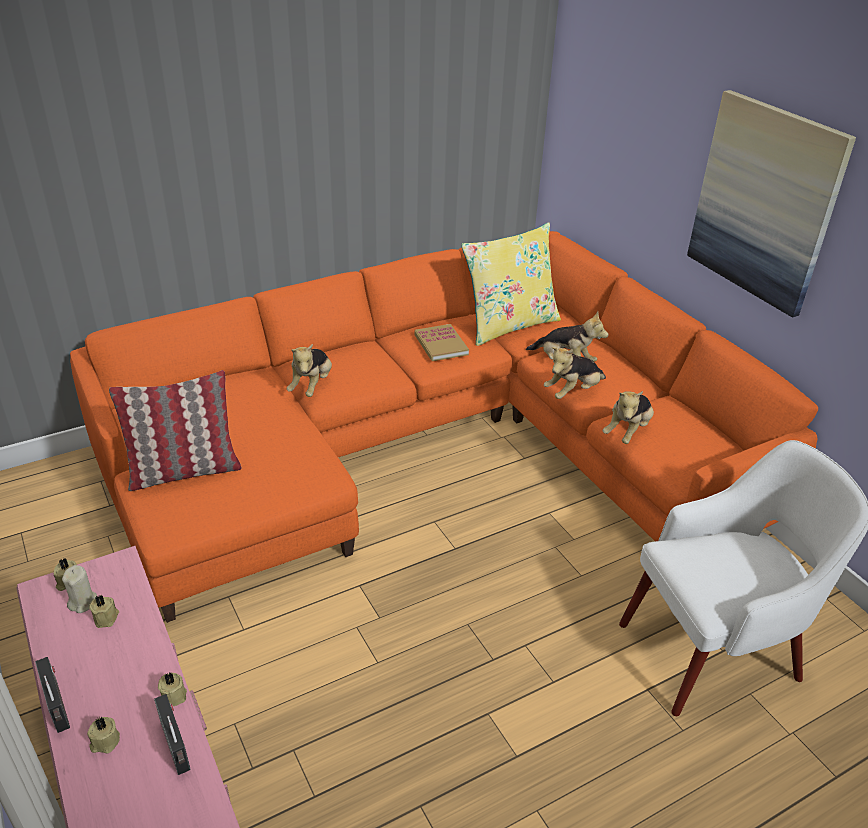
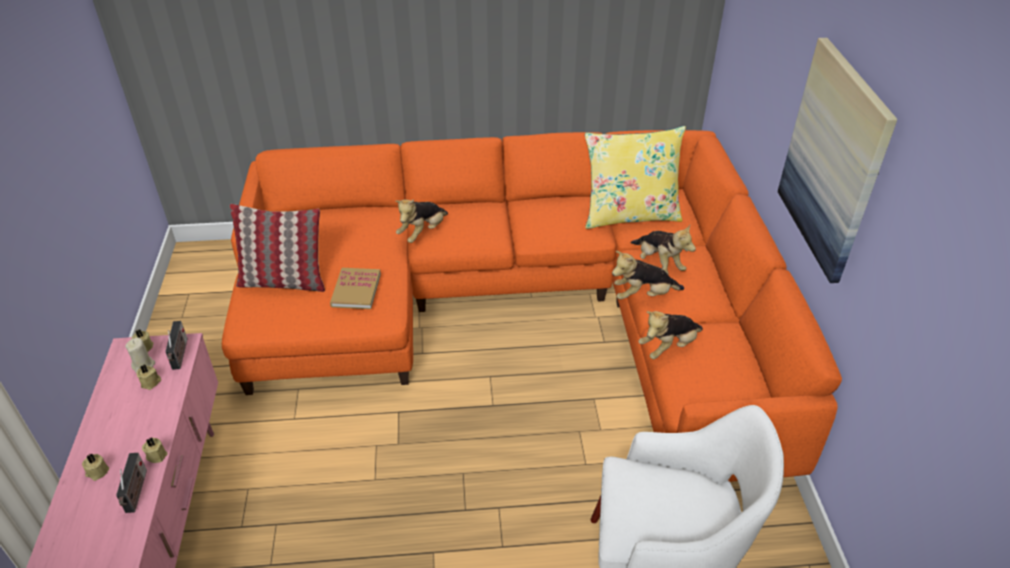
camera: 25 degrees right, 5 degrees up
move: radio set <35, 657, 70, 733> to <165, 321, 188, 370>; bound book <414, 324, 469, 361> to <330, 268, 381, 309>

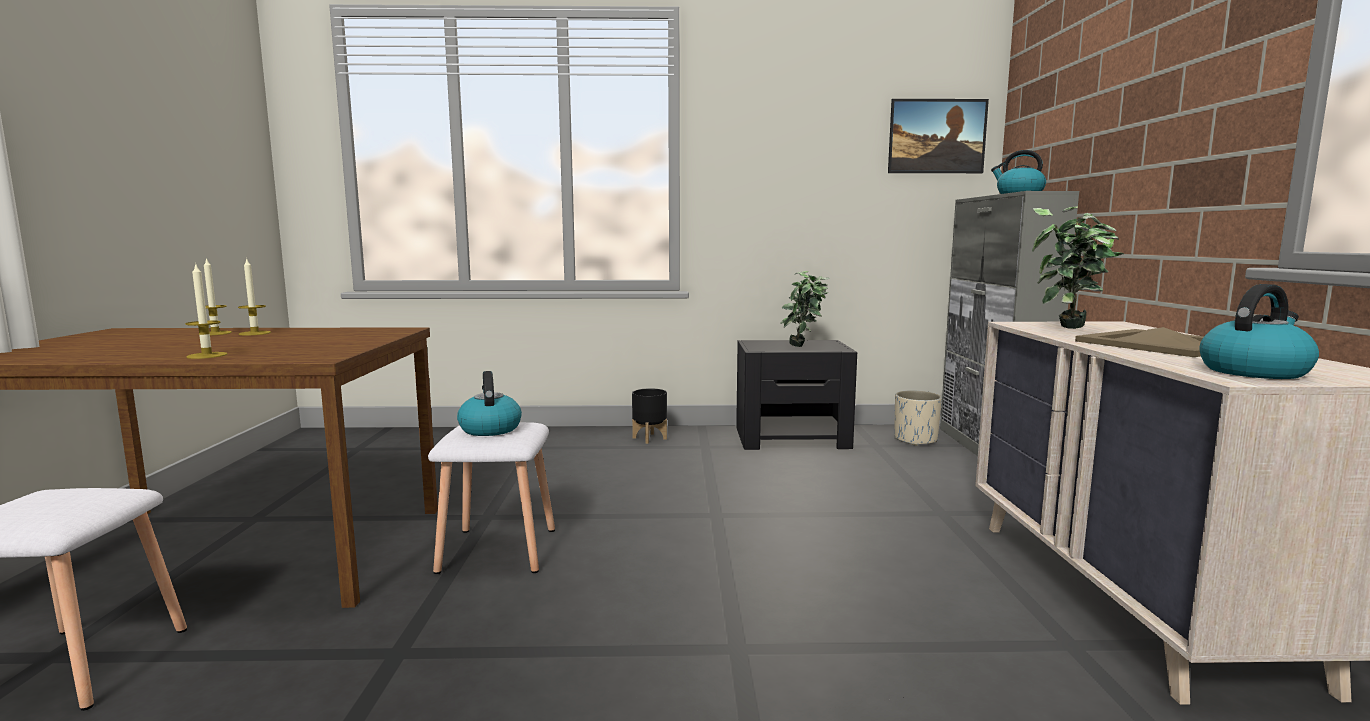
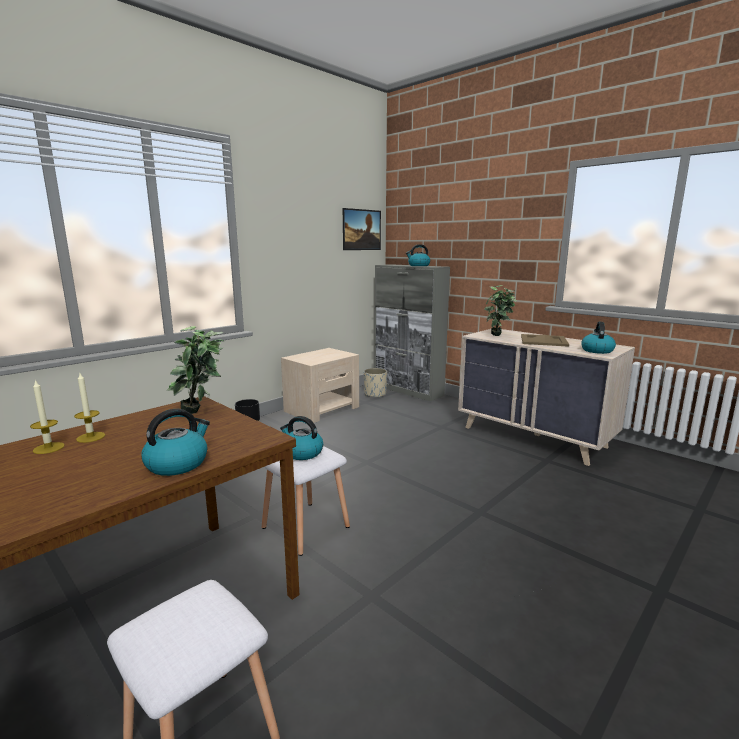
camera: 45 degrees left, 5 degrees up
move: houseplant <780, 271, 830, 347> to <167, 326, 224, 414>
replace: candle <185, 263, 228, 359> to tea kettle <141, 409, 210, 476>
recolor: nightstand/black-coloured <736, 340, 857, 450> to nightstand/beige <281, 348, 359, 423>

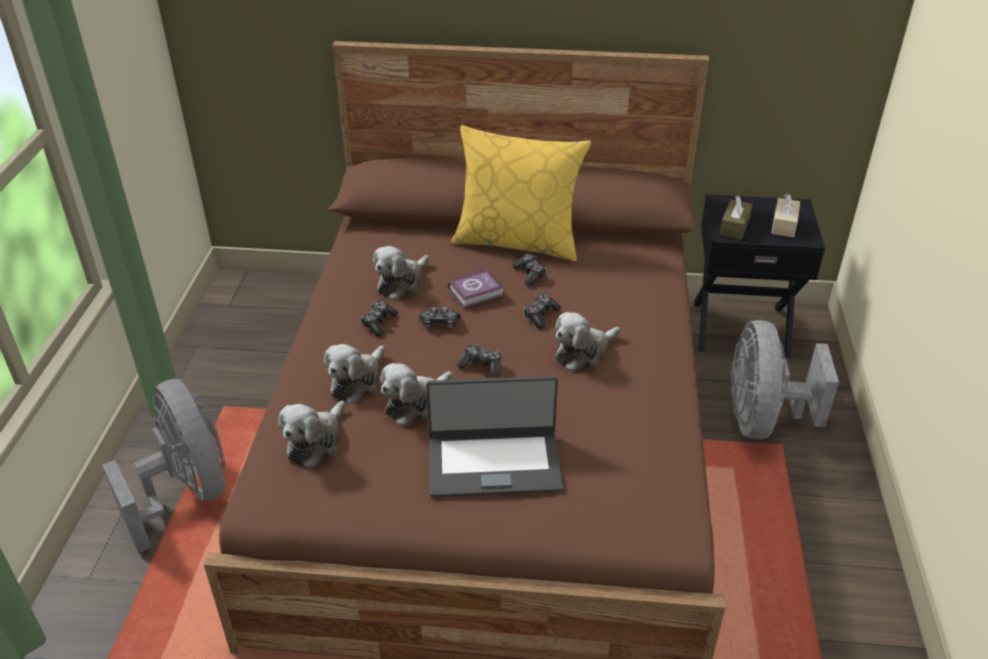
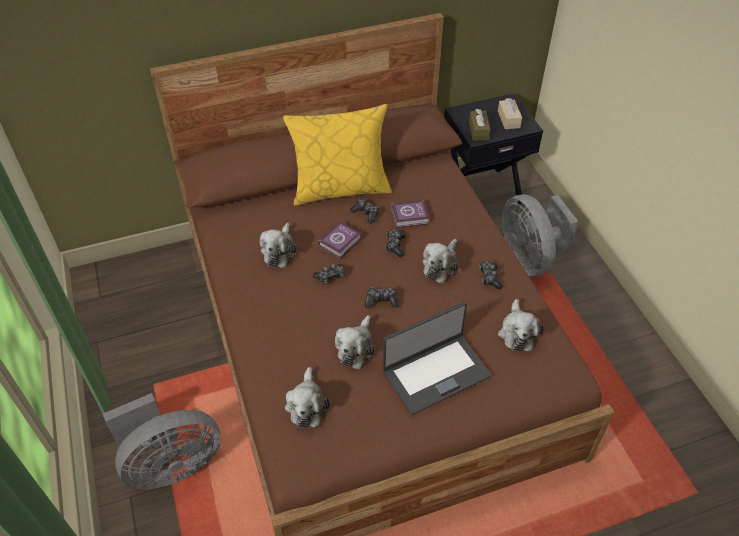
camera: 25 degrees left, 10 degrees up
insert: bound book <391, 199, 430, 228>
move: plush toy <324, 344, 385, 403> to <498, 299, 544, 351>; joypad <361, 301, 398, 336> to <479, 261, 502, 289>
rotate: fan/grey <102, 379, 226, 553> = <103, 393, 221, 489> 120 degrees clockwise

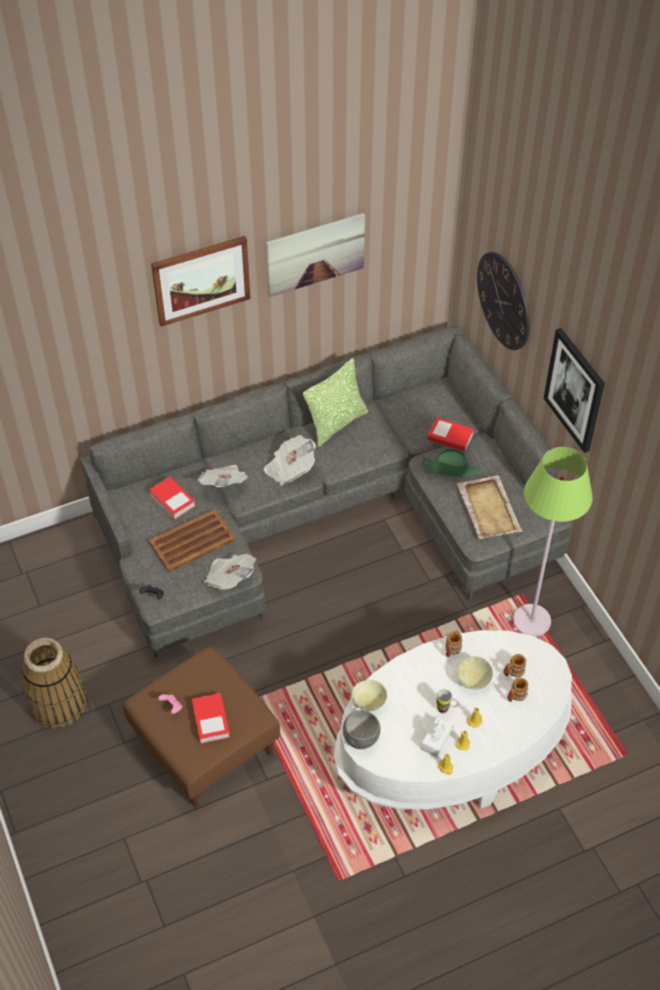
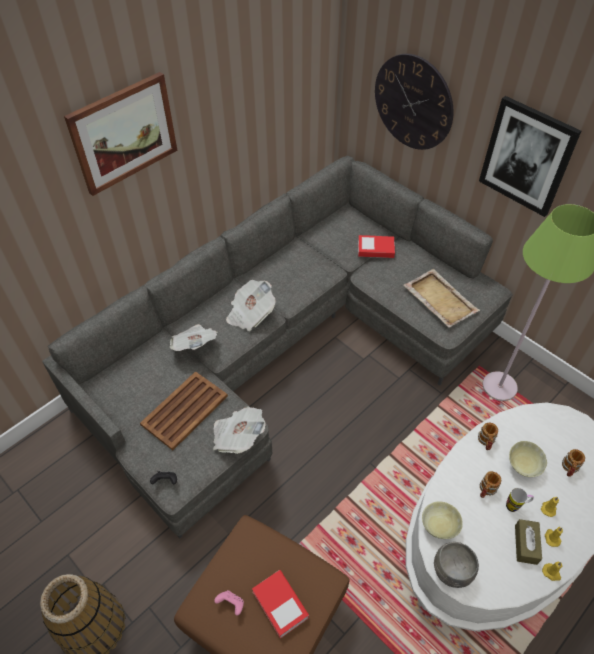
camera: 20 degrees left, 0 degrees up
delete: bound book <149, 477, 196, 520>; picture <266, 213, 365, 297>; pillow <303, 358, 368, 447>; hat/green-coloured <421, 449, 482, 477>
move: tea mug <503, 654, 526, 677> to <480, 471, 501, 498>
recolor: box of tissues/white-coloured <421, 716, 454, 758> to box of tissues/brown-coloured <515, 519, 542, 565>

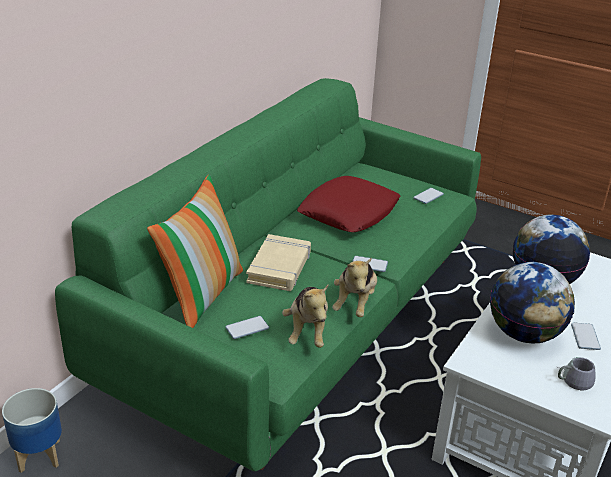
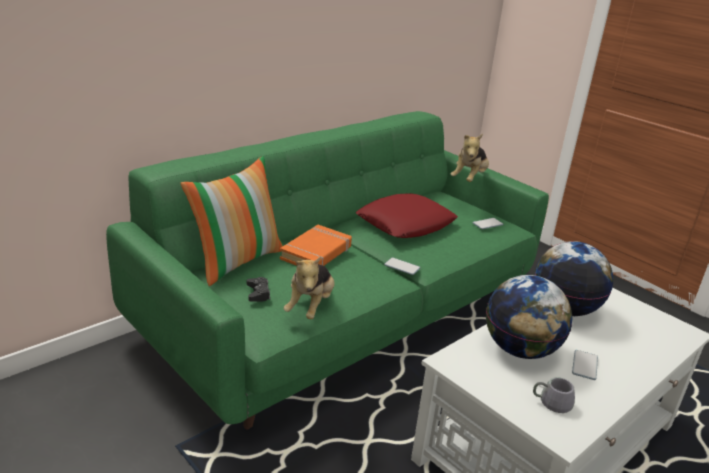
camera: 15 degrees right, 5 degrees down
delete: flower pot <2, 388, 62, 473>
move: plush toy <332, 258, 377, 317> to <450, 134, 489, 182>
replace: handset <225, 316, 269, 339> to joypad/black-coloured <247, 277, 270, 302>
recolor: bound book/beige <246, 234, 311, 291> to bound book/orange-coloured <280, 225, 352, 266>

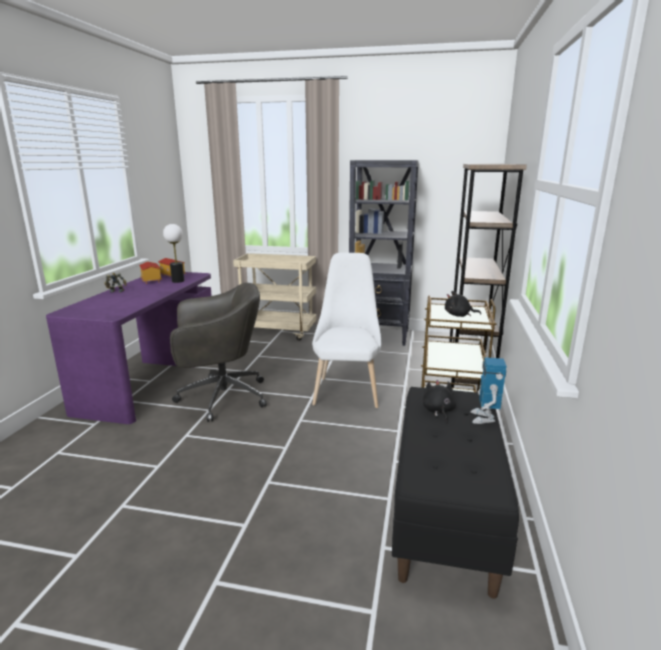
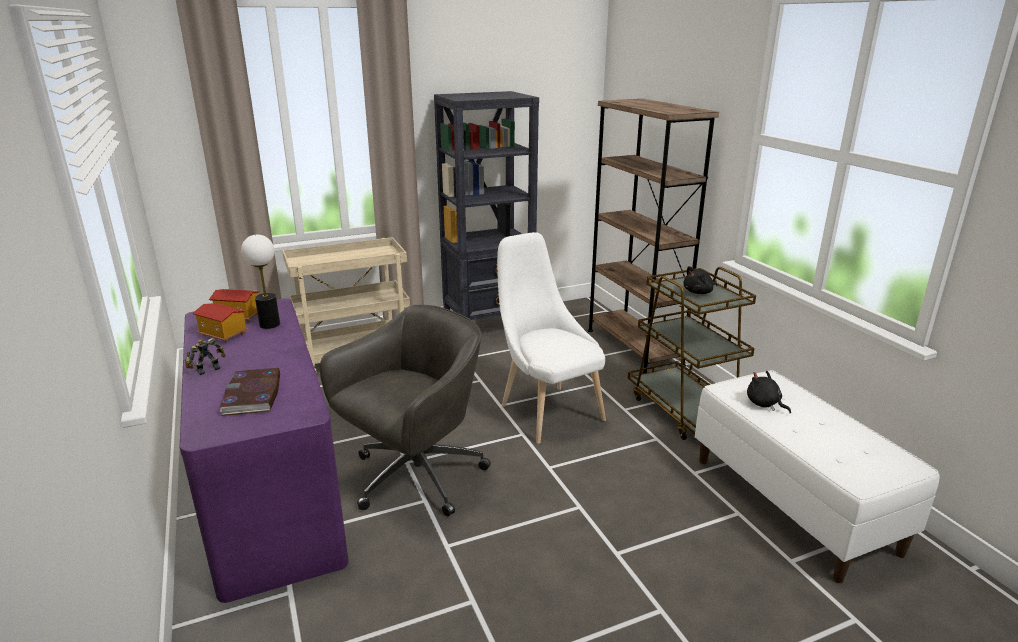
camera: 35 degrees left, 5 degrees up
delete: model robot <470, 357, 506, 424>
insert: bound book <220, 368, 280, 416>
recolor: indoor bench/black-coloured <392, 387, 519, 599> to indoor bench/white-coloured <695, 370, 940, 583>

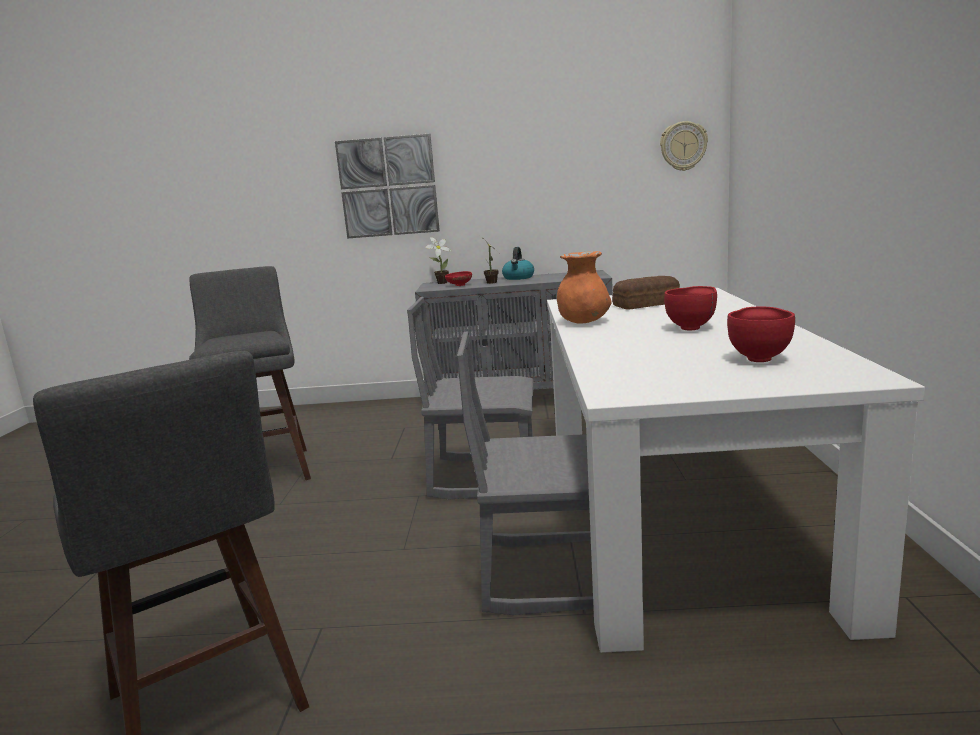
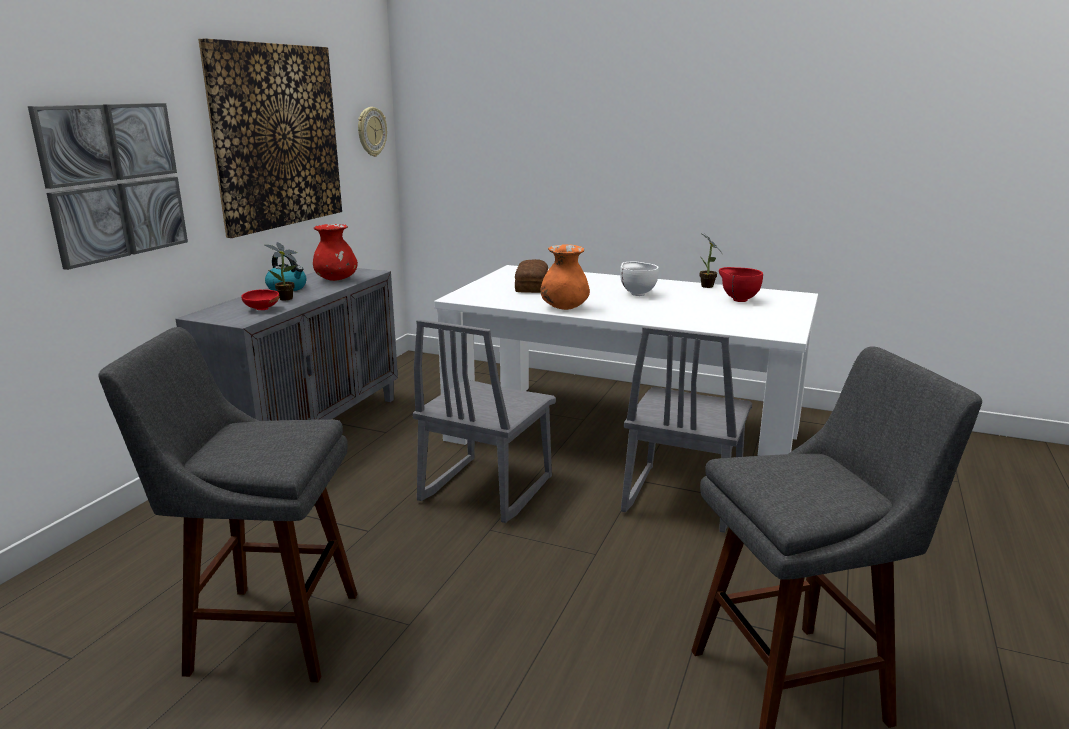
camera: 70 degrees left, 5 degrees up
insert: picture <198, 38, 342, 238>; flower vase/red <313, 224, 358, 281>
move: houseplant <425, 237, 452, 284> to <699, 234, 722, 288>
recolor: deep dish/red <664, 286, 717, 330> to deep dish/white-coloured <620, 261, 659, 296>

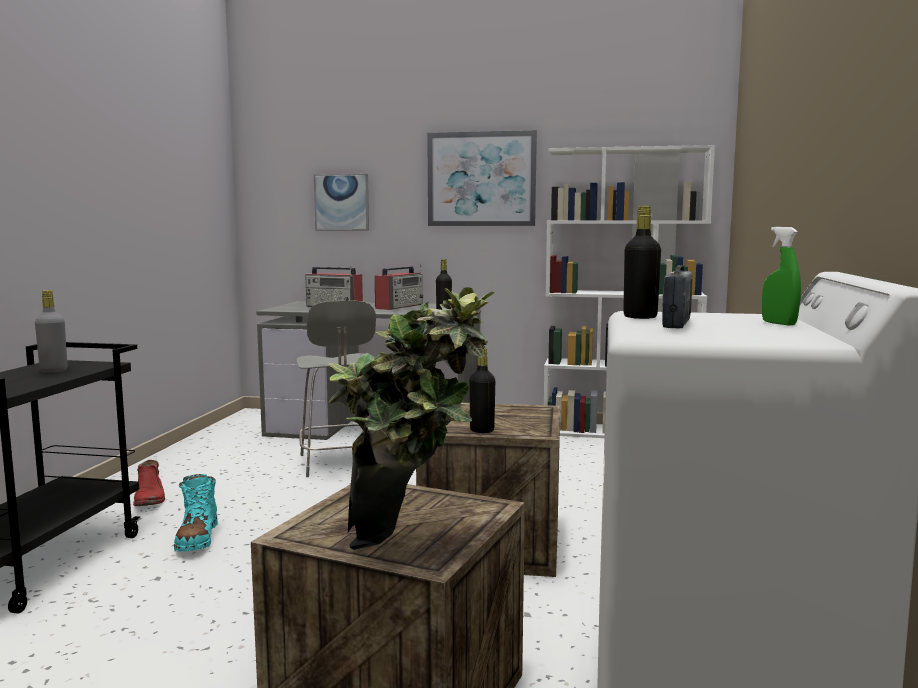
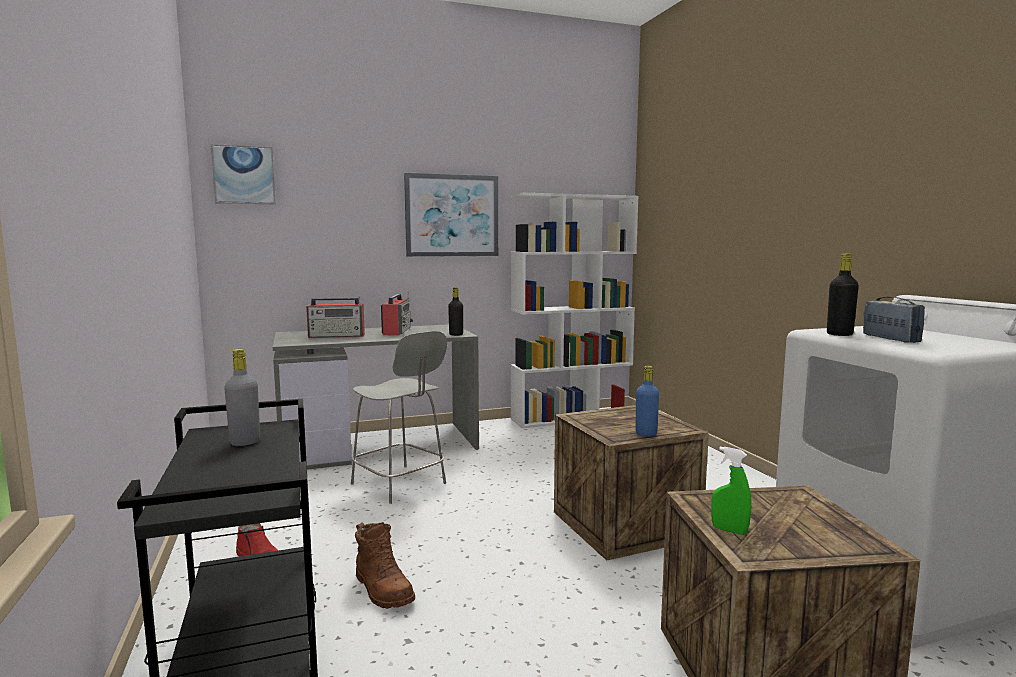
camera: 30 degrees left, 0 degrees up
delete: houseplant <329, 287, 495, 550>
move: picture <314, 174, 369, 231> to <211, 144, 276, 204>; hand sprayer/green-coloured <762, 227, 801, 325> to <711, 447, 751, 535>
recolor: high-top boot/turquoise <174, 474, 218, 552> to high-top boot/brown-coloured <355, 522, 415, 609>; bottle/black-coloured <469, 348, 495, 433> to bottle/blue <635, 366, 659, 436>

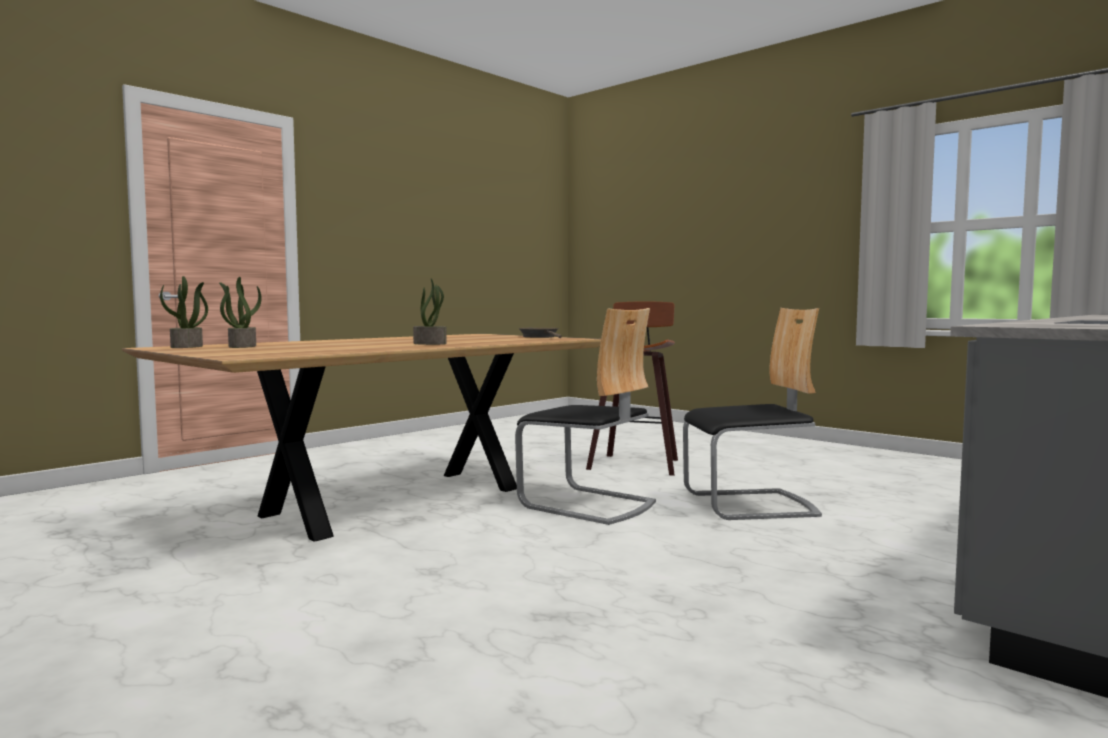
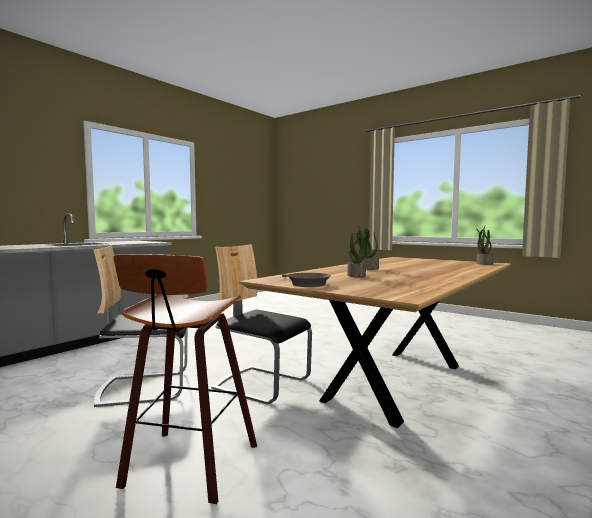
camera: 175 degrees right, 0 degrees up
move: houseplant <219, 277, 262, 348> to <347, 226, 370, 278>

